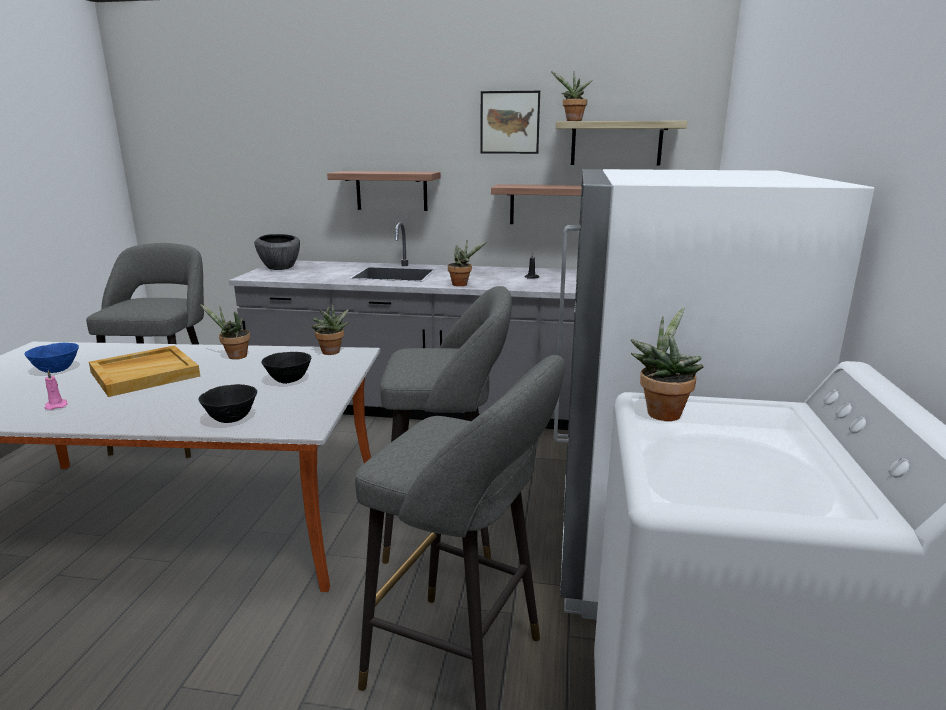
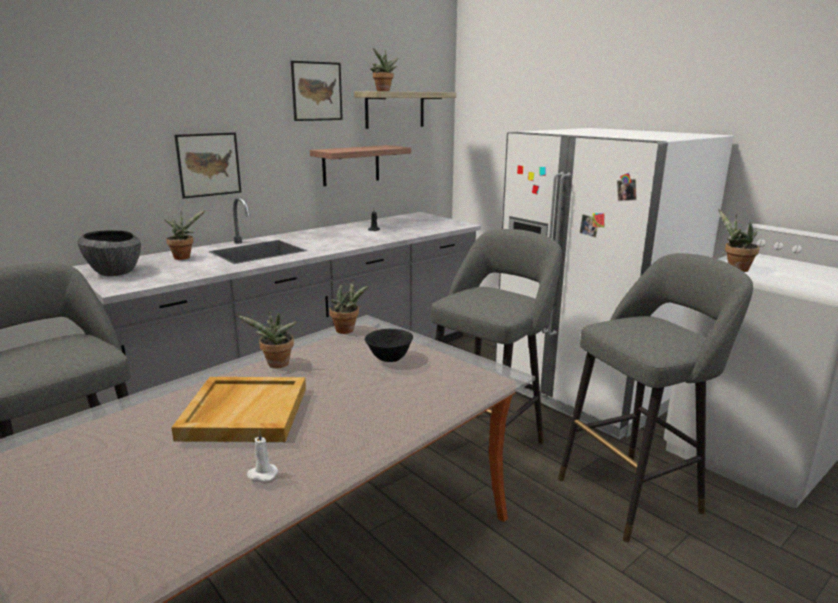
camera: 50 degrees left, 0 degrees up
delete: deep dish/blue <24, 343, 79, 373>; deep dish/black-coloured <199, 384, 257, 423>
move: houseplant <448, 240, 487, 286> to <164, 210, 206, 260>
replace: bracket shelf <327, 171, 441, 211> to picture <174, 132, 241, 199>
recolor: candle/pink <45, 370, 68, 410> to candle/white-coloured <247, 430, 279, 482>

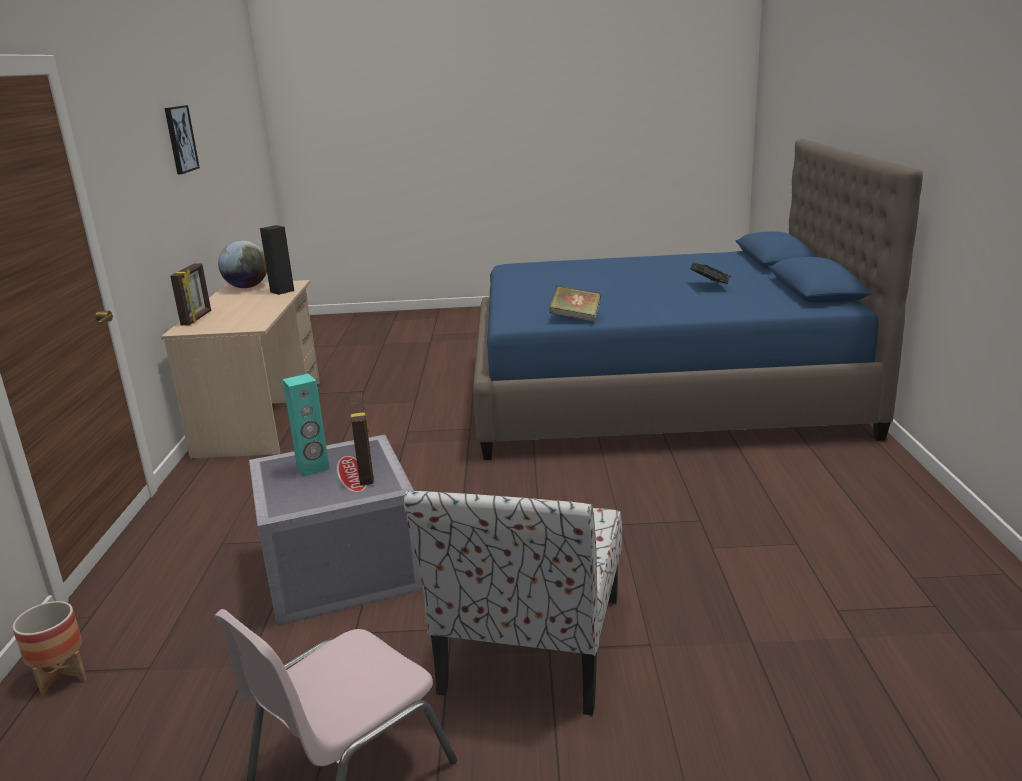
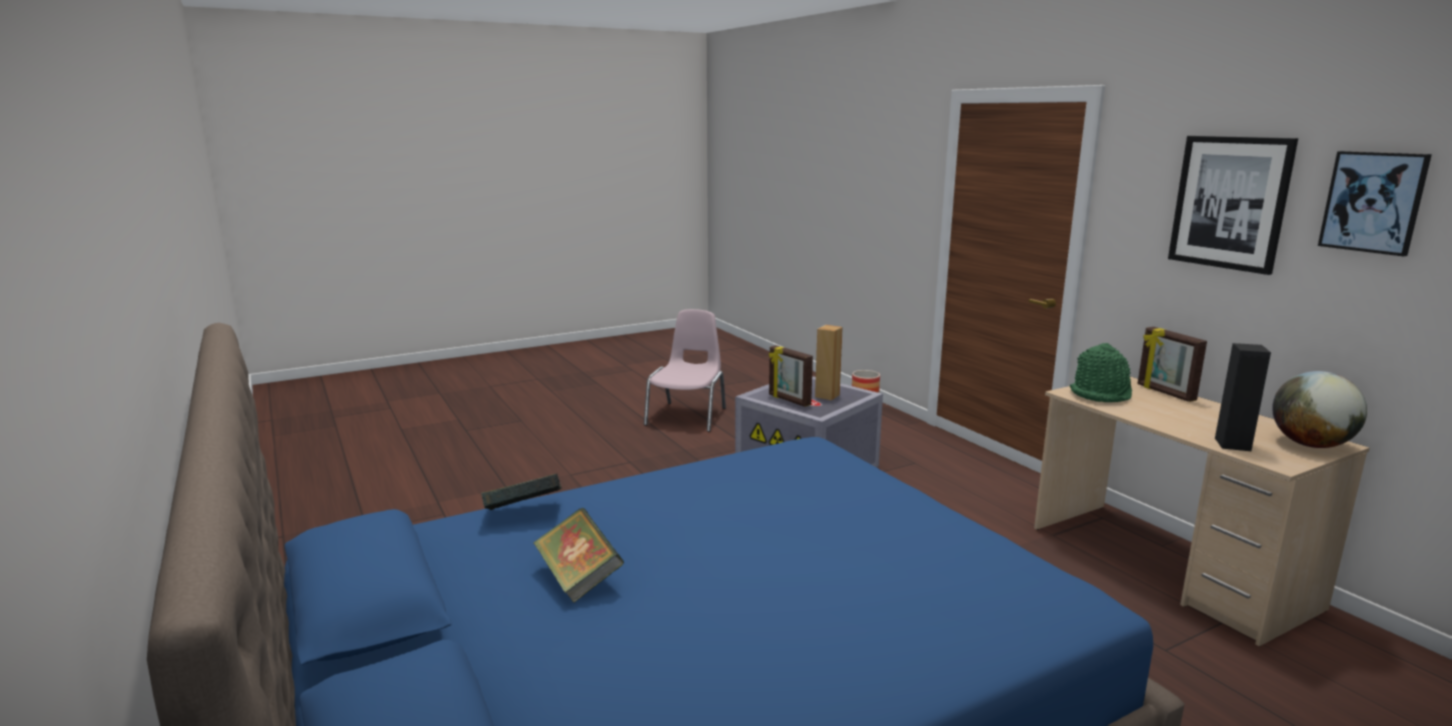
camera: 150 degrees right, 5 degrees down
delete: plain chair <404, 490, 622, 715>
insert: hat/green-coloured <1070, 343, 1132, 402>; picture <1168, 136, 1298, 275>
move: bound book <549, 285, 601, 322> to <481, 474, 562, 510>
recolor: speaker/turquoise <282, 374, 330, 476> to speaker/brown-coloured <815, 325, 843, 401>

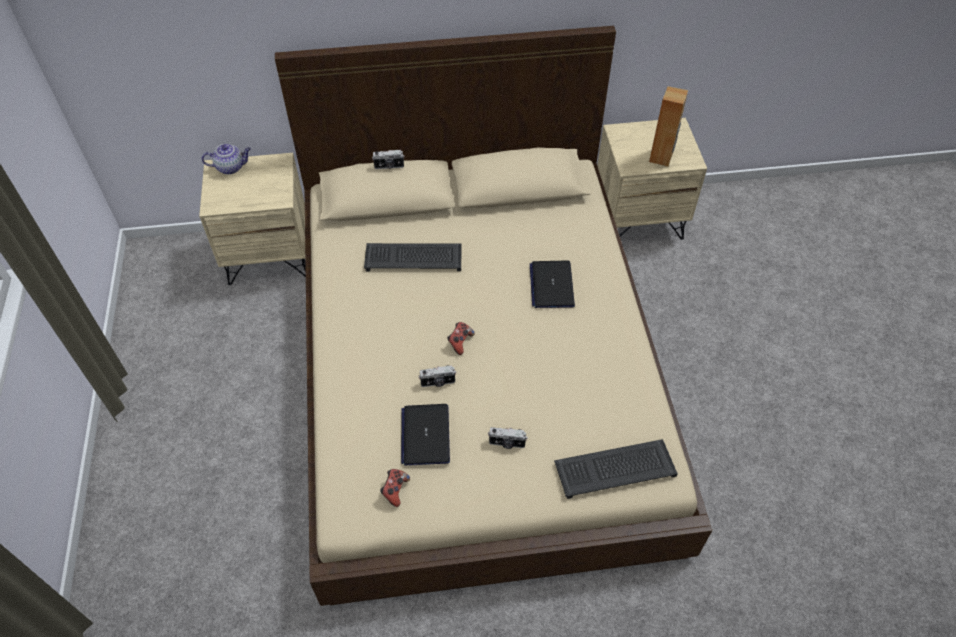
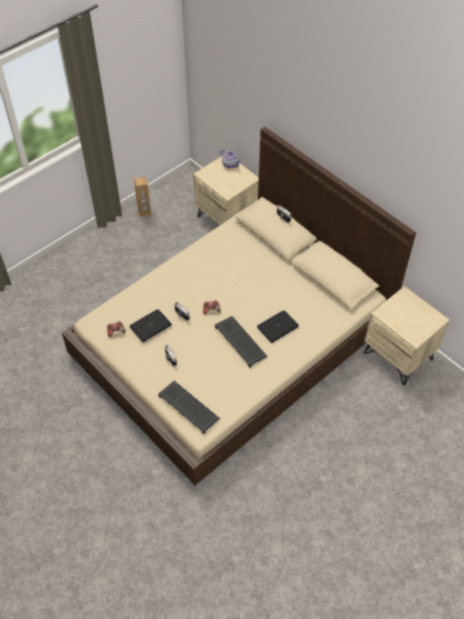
camera: 55 degrees right, 0 degrees up
move: computer keyboard <364, 243, 461, 271> to <215, 316, 268, 368>; speaker/brown-coloured <649, 86, 688, 167> to <134, 177, 151, 217>

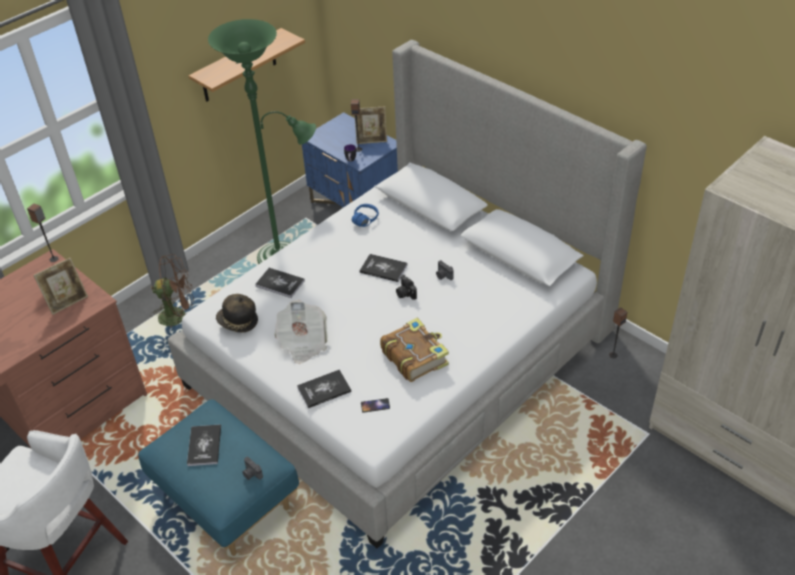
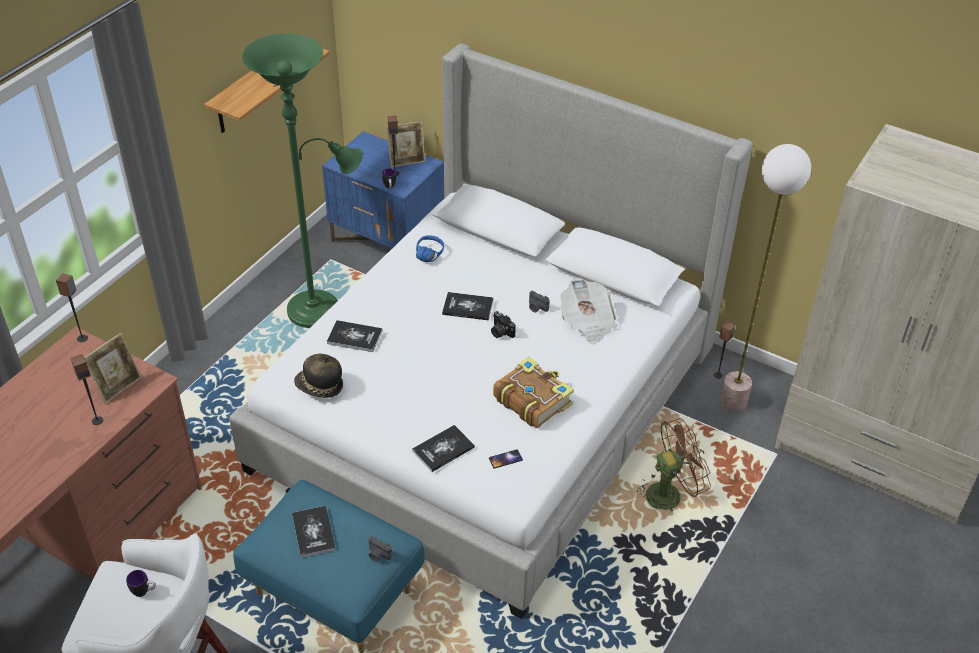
camera: 15 degrees left, 0 degrees up
insert: speaker <70, 354, 103, 425>; tea mug <126, 570, 156, 597>; standard lamp <720, 144, 811, 411>
move: fan/brown-coloured <150, 254, 194, 328> to <637, 418, 711, 512>; printed paper <274, 300, 328, 364> to <560, 278, 618, 344>

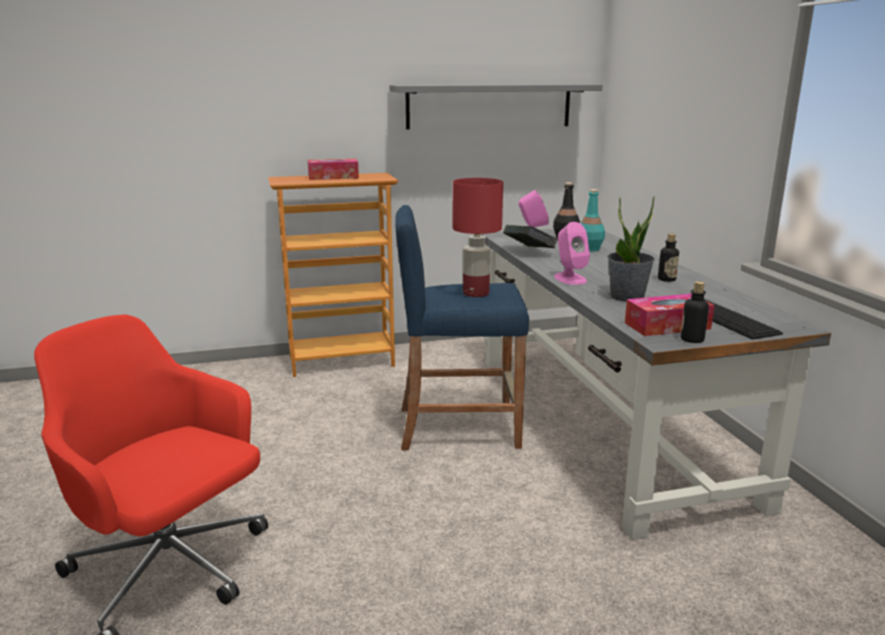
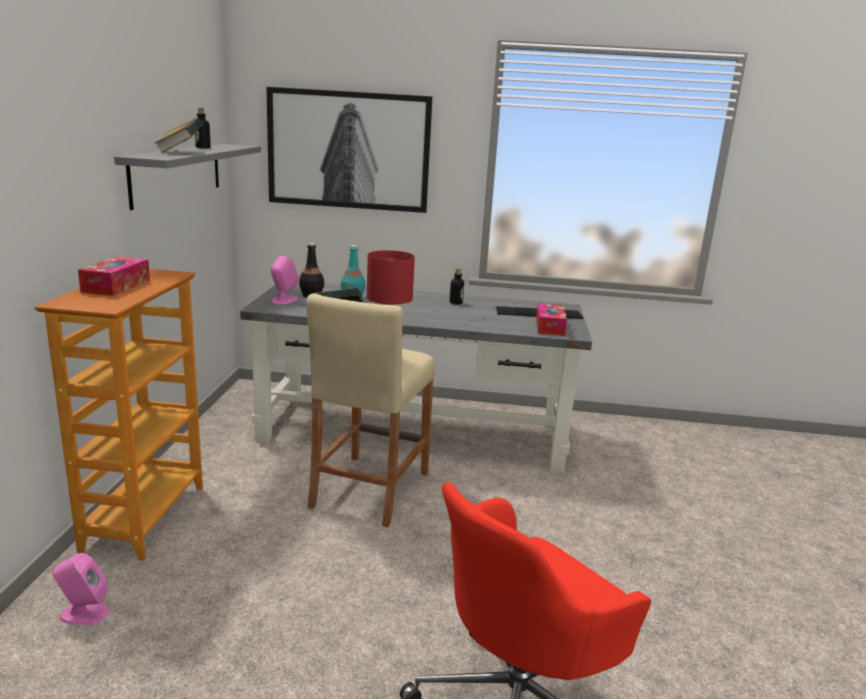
camera: 70 degrees left, 0 degrees up
delete: houseplant <607, 196, 655, 302>
insert: bound book <155, 117, 203, 153>; picture <266, 87, 432, 213>
move: speaker/pink <554, 222, 590, 285> to <53, 553, 109, 625>; bottle <681, 281, 709, 343> to <195, 108, 211, 148>
recolor: stool/blue <396, 205, 529, 450> to stool/beige <306, 293, 435, 527>

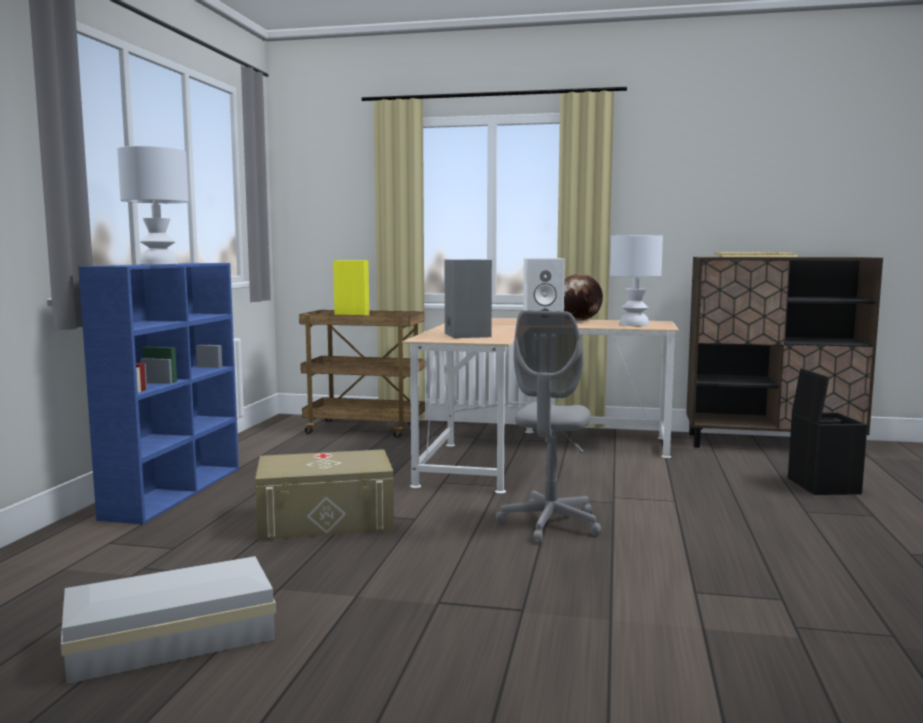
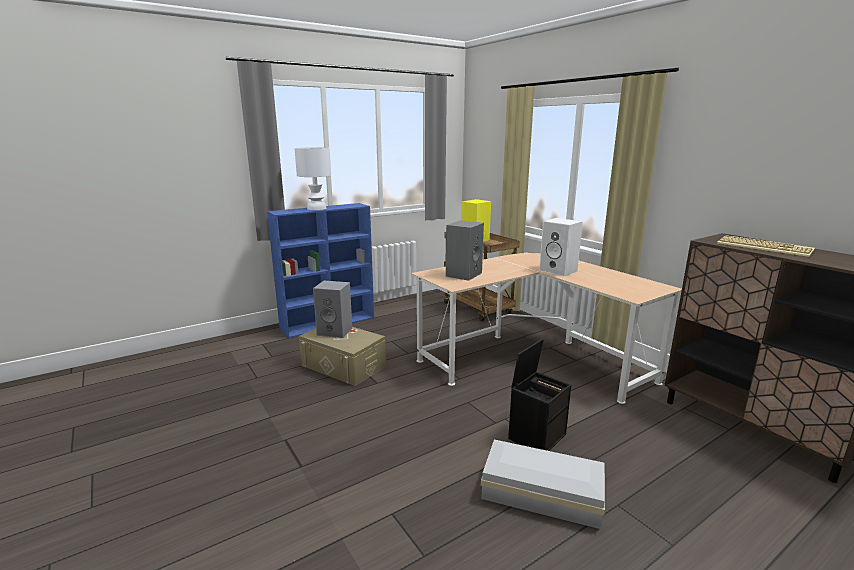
camera: 45 degrees right, 10 degrees up
delete: computer chair/grey <496, 310, 601, 543>; world globe <564, 274, 603, 321>; table lamp/white-coloured <610, 235, 663, 326>
insert: speaker/grey <313, 281, 352, 338>
move: storage box/white-coloured <61, 556, 276, 684> to <481, 440, 605, 529>; storage box/black-coloured <788, 368, 867, 495> to <508, 339, 571, 451>

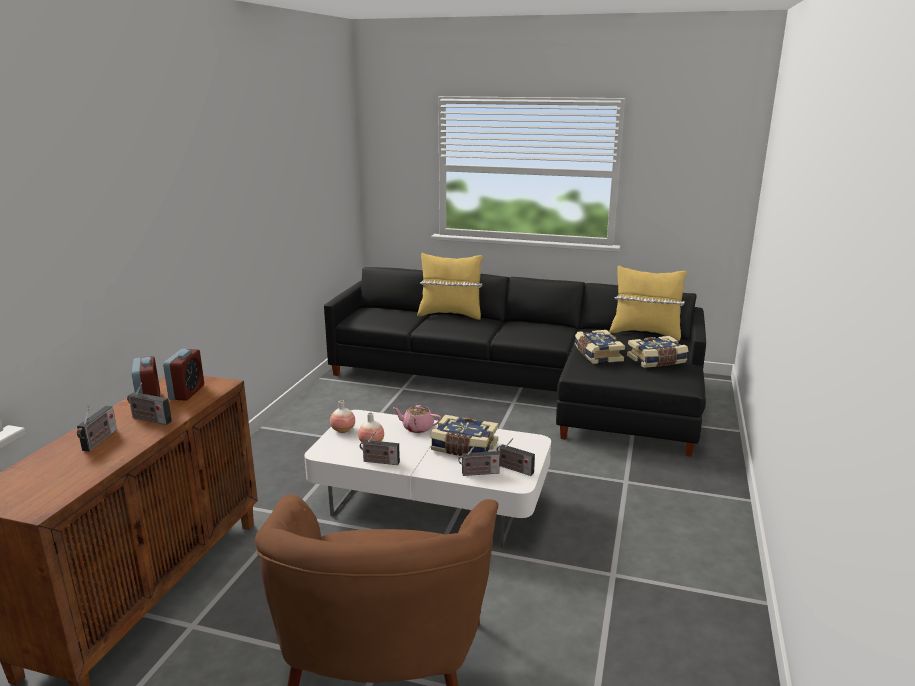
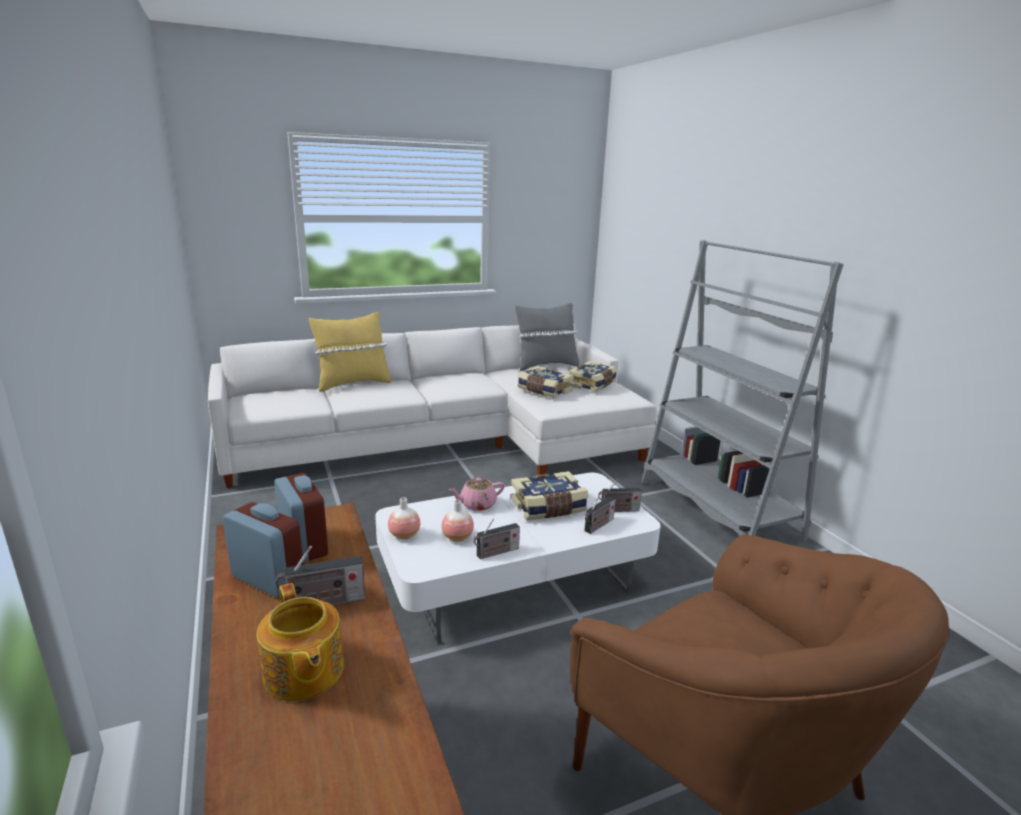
camera: 40 degrees left, 0 degrees up
insert: bookshelf/grey <641, 240, 843, 543>
replace: radio set <77, 405, 117, 451> to teapot <257, 583, 344, 702>
recolor: settee/black-coloured <324, 267, 706, 457> to settee/white-coloured <208, 323, 658, 488>; pillow/yellow <609, 265, 687, 341> to pillow/grey <515, 303, 579, 371>

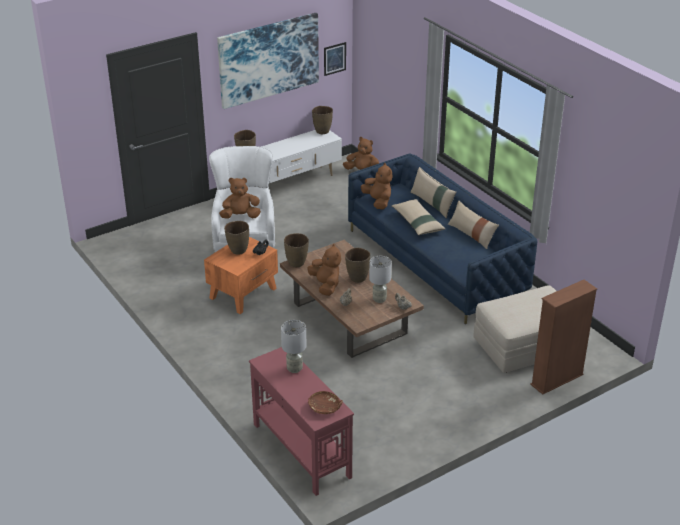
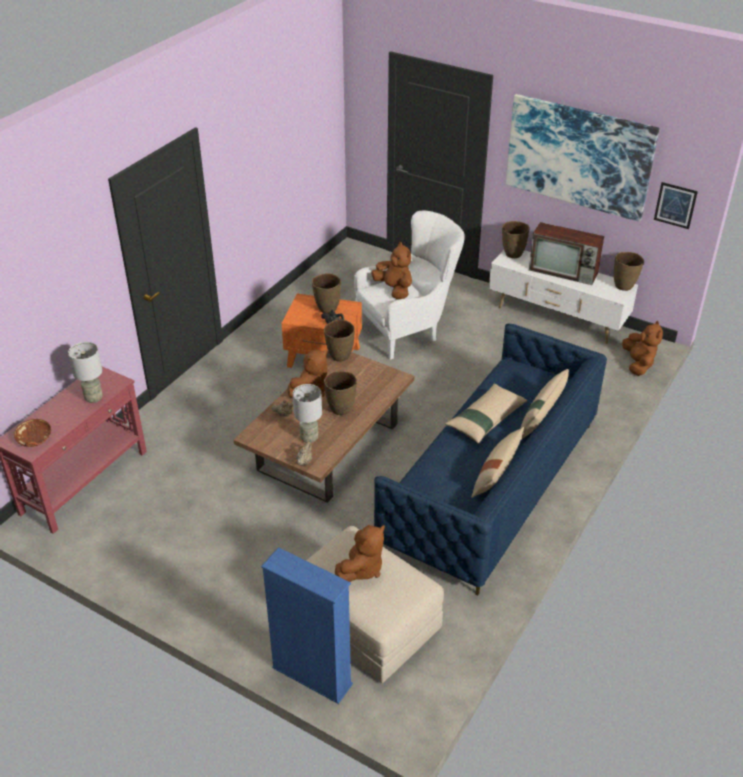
camera: 65 degrees right, 5 degrees up
insert: TV <529, 222, 604, 285>
move: plush toy/brown-coloured <361, 163, 393, 209> to <335, 525, 385, 582>
recolor: bookshelf/brown-coloured <530, 280, 597, 395> to bookshelf/blue <261, 547, 353, 704>

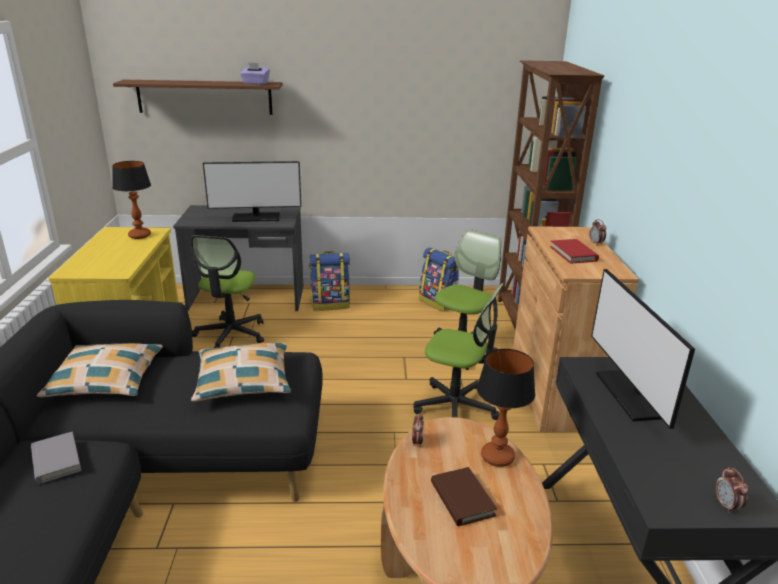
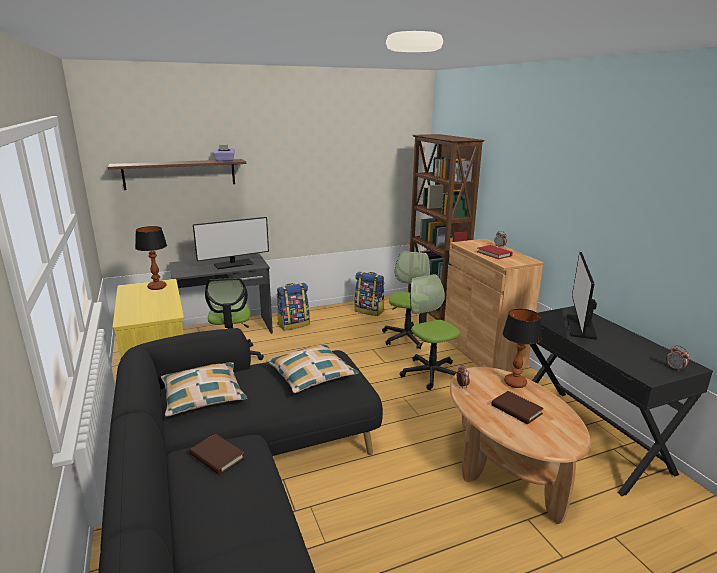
camera: 20 degrees left, 5 degrees down
recolor: bound book/grey <31, 431, 81, 484> to bound book/brown-coloured <190, 434, 245, 475>
rotate: computer chair <414, 283, 504, 420> = <399, 274, 461, 390> 120 degrees counterclockwise; computer display <591, 269, 695, 429> = <567, 252, 597, 340> 45 degrees clockwise

